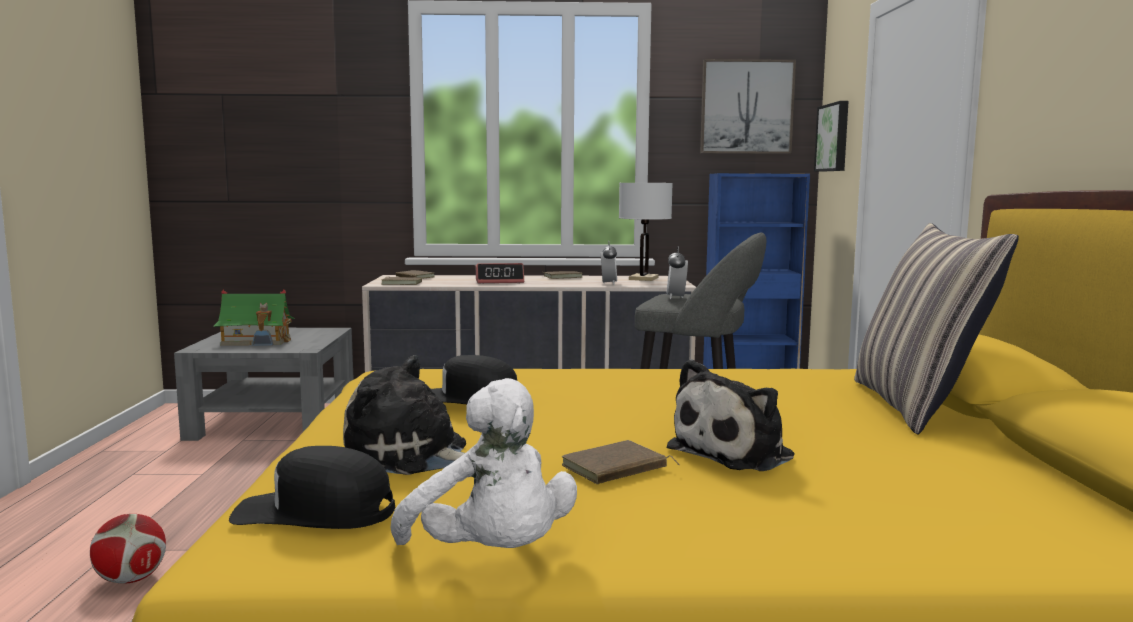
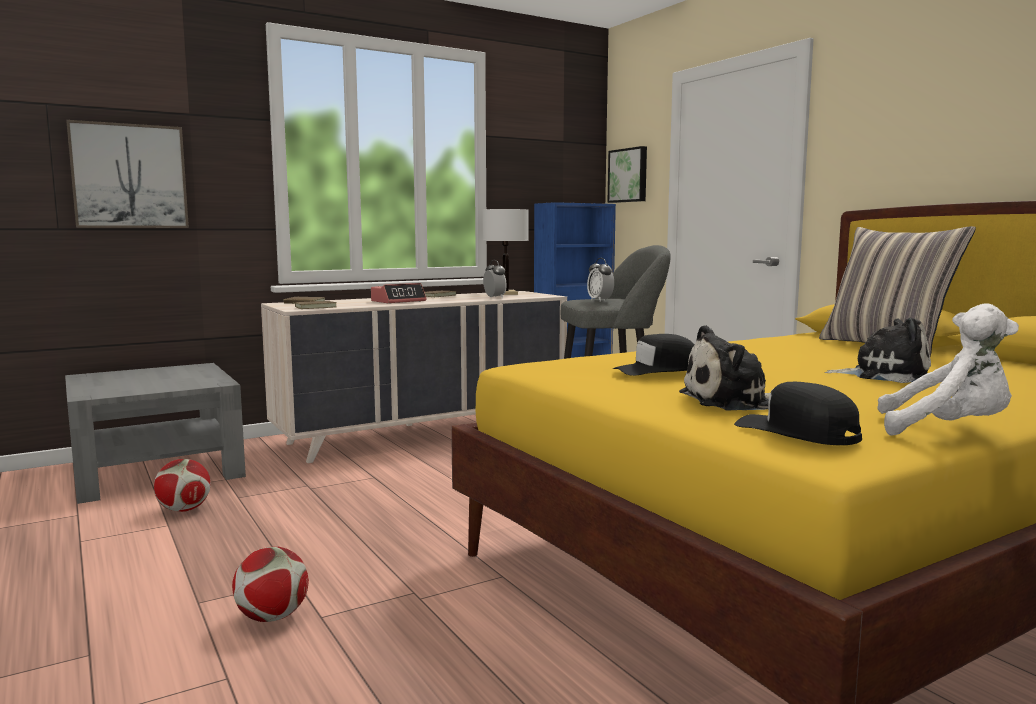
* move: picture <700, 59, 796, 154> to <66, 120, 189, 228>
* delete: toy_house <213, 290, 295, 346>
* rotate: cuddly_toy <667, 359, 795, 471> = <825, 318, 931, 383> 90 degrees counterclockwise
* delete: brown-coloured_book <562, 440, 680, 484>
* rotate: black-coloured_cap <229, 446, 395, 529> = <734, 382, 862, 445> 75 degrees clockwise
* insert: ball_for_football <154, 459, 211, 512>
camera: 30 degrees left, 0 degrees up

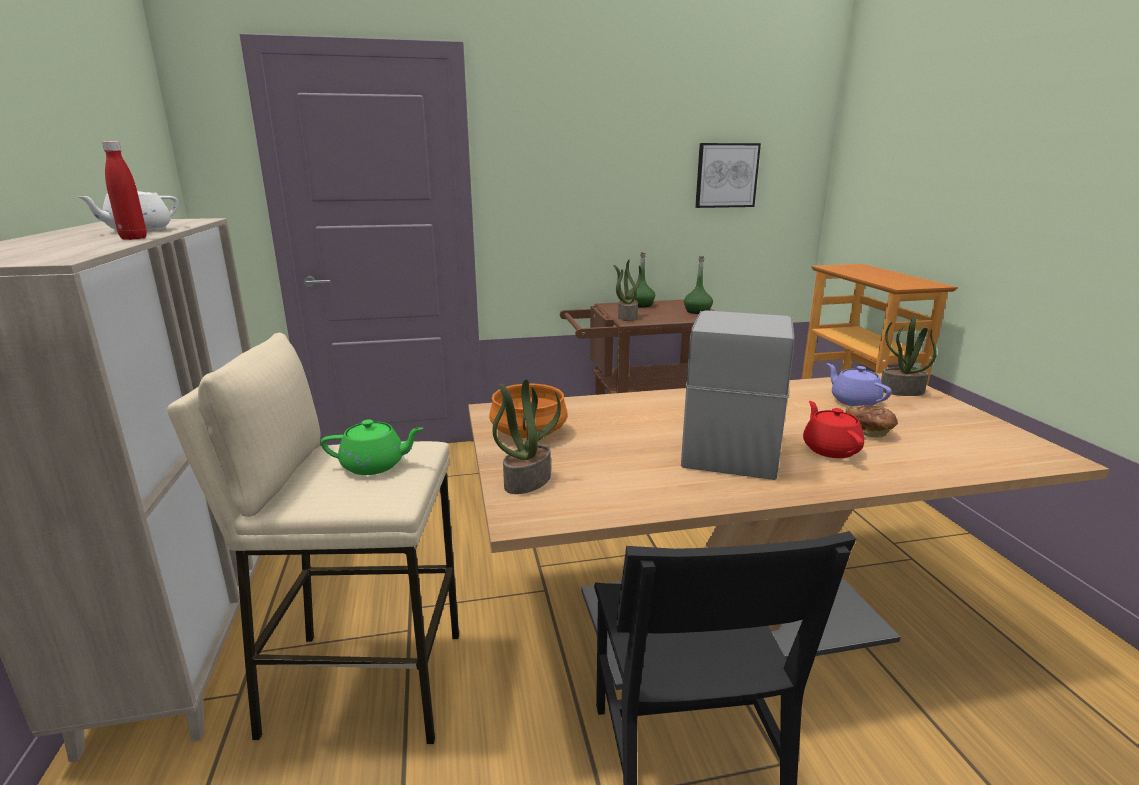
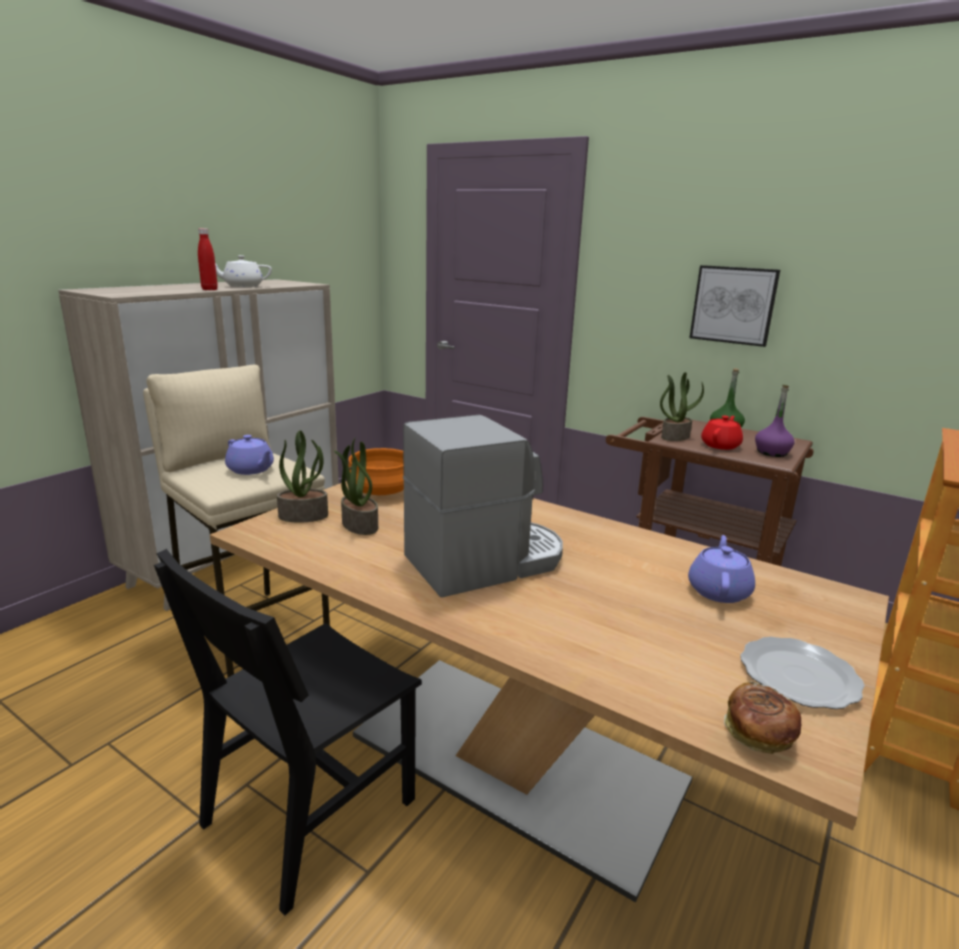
* move: picture <695, 143, 761, 208> to <690, 265, 780, 347>
* recolor: green-coloured_drink_bottle <684, 256, 713, 314> to purplish_drink_bottle <755, 385, 795, 457>
* move: houseplant <881, 316, 937, 396> to <334, 438, 378, 535>
* move: red-coloured_tea_pot <803, 401, 864, 458> to <701, 416, 743, 450>
* move: baked_bread <845, 405, 898, 438> to <724, 681, 801, 754>
* recolor: green-coloured_tea_pot <321, 420, 423, 475> to purplish_tea_pot <225, 435, 274, 475>
* insert: flat_dish <740, 637, 865, 709>
camera: 45 degrees right, 0 degrees up

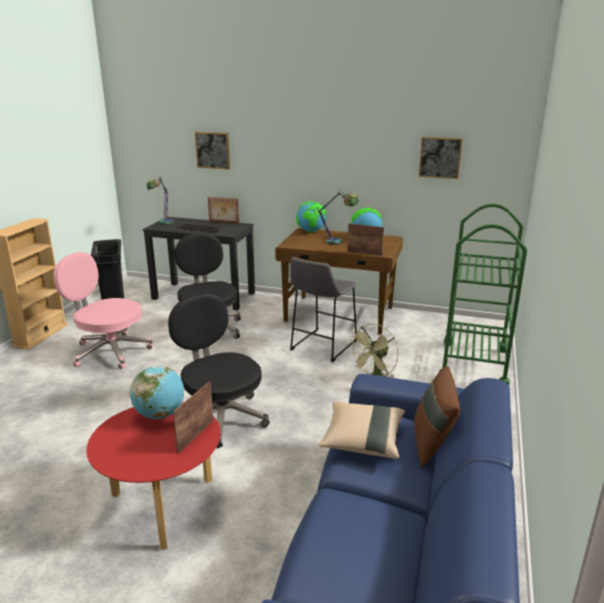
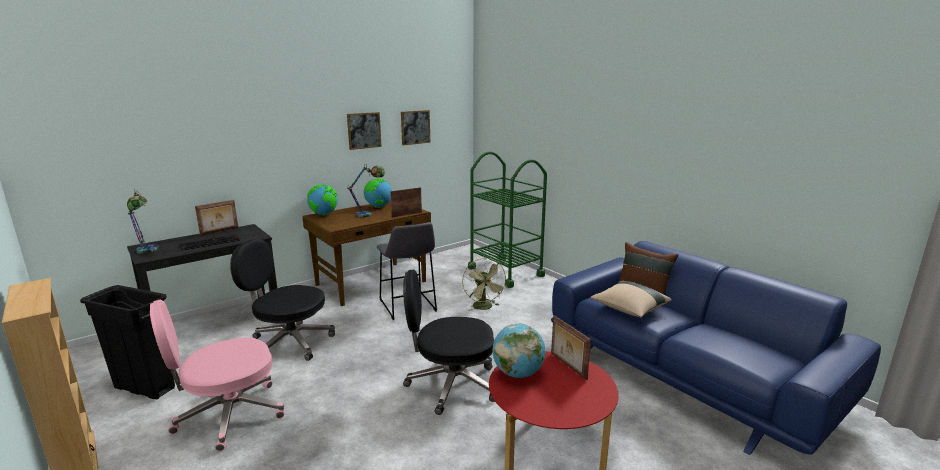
* move: picture <195, 132, 230, 169> to <347, 112, 382, 150>
camera: 55 degrees left, 5 degrees down

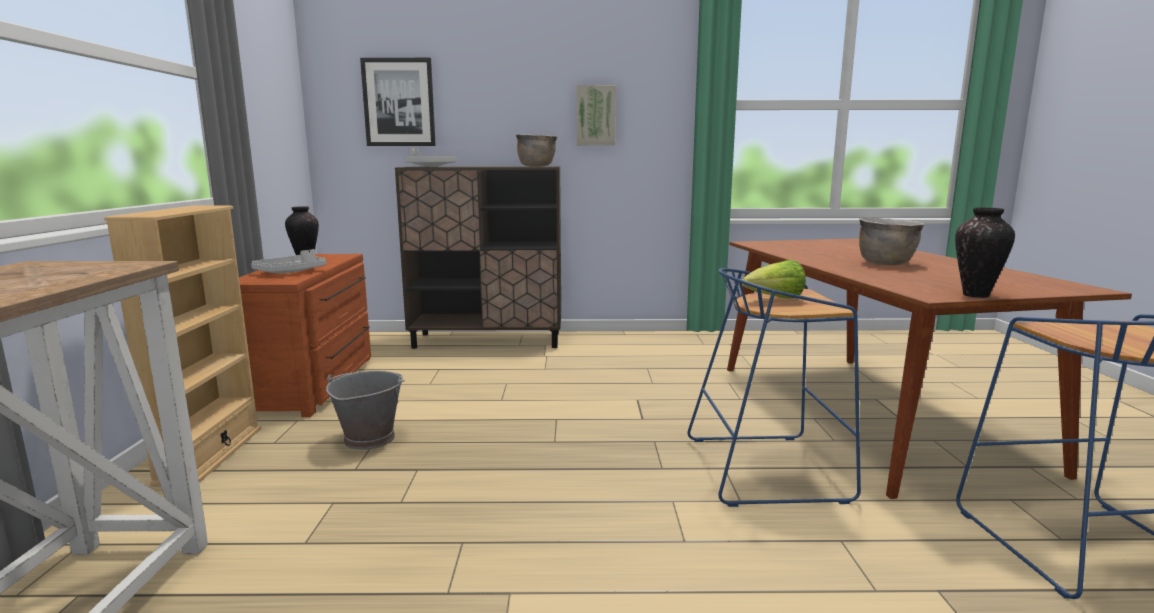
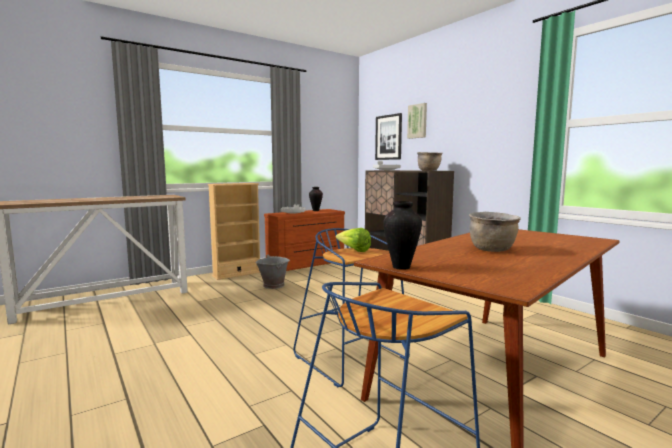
* move: picture <577, 85, 616, 145> to <407, 103, 427, 139>
camera: 55 degrees right, 5 degrees down

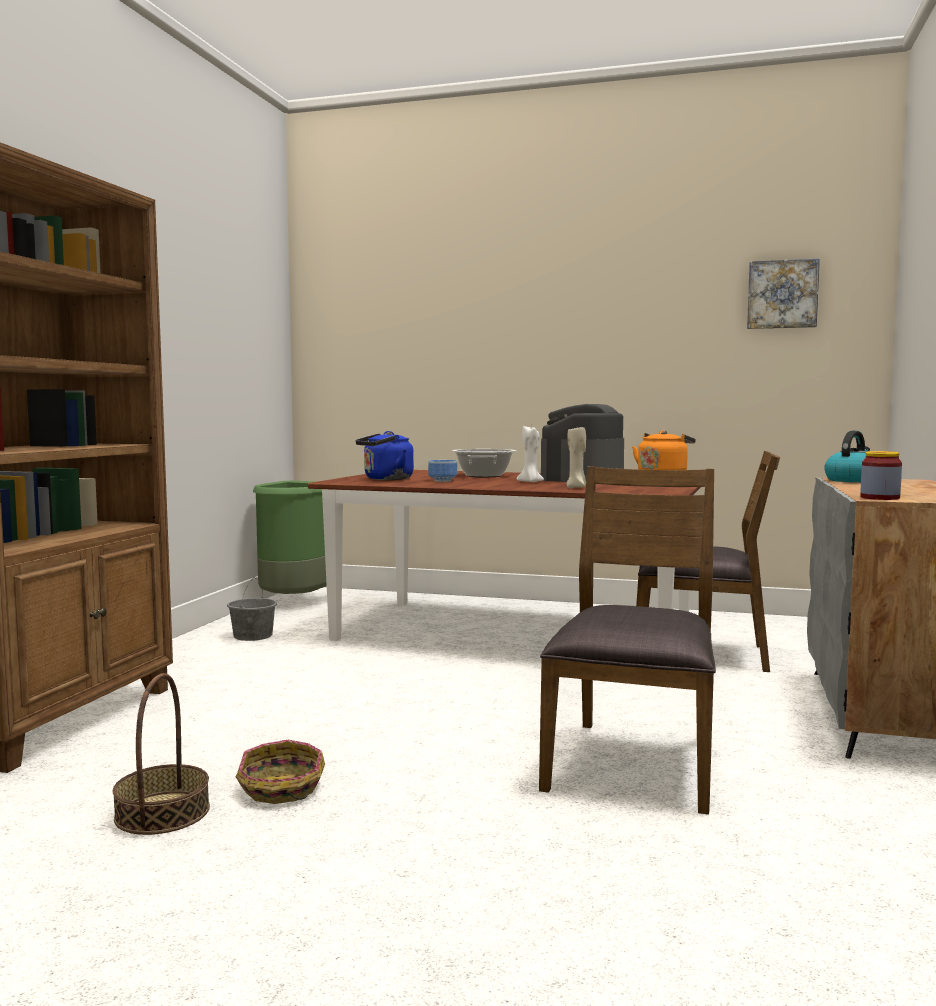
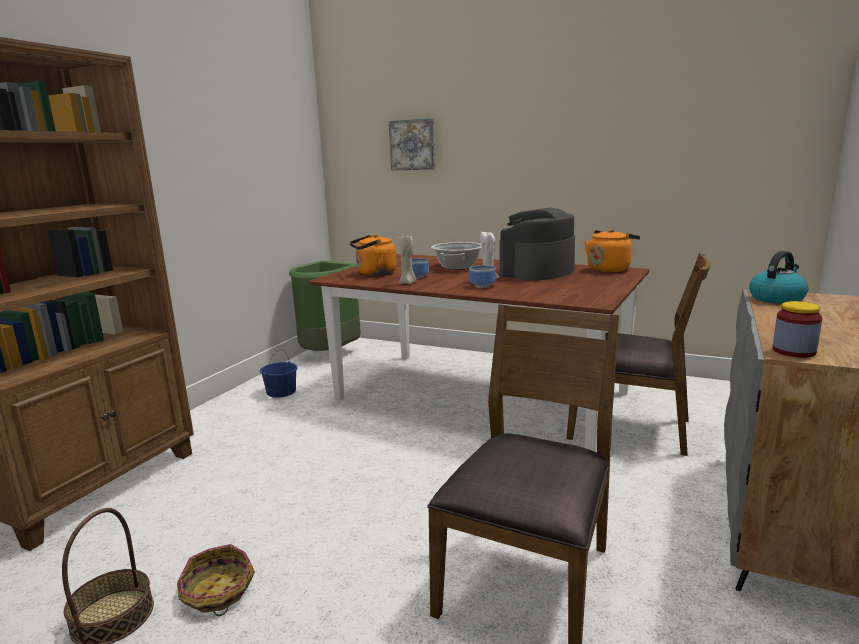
* move: picture <747, 258, 820, 329> to <389, 118, 436, 171>
* move: beige-coloured_candle <566, 427, 586, 488> to <398, 236, 416, 284>
* recolor: blue_kettle <355, 431, 414, 480> to orangey_kettle <349, 234, 397, 276>
* recolor: grey_water_bucket <227, 578, 277, 641> to blue_water_bucket <260, 350, 297, 398>
* insert: serving_bowl <469, 265, 496, 288>
camera: 10 degrees right, 10 degrees up

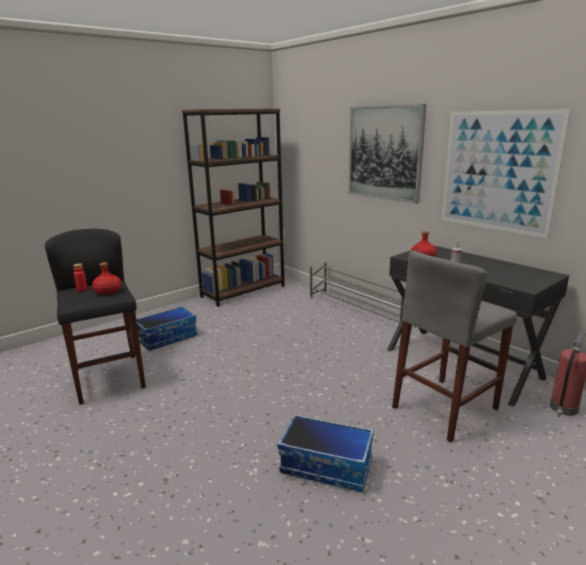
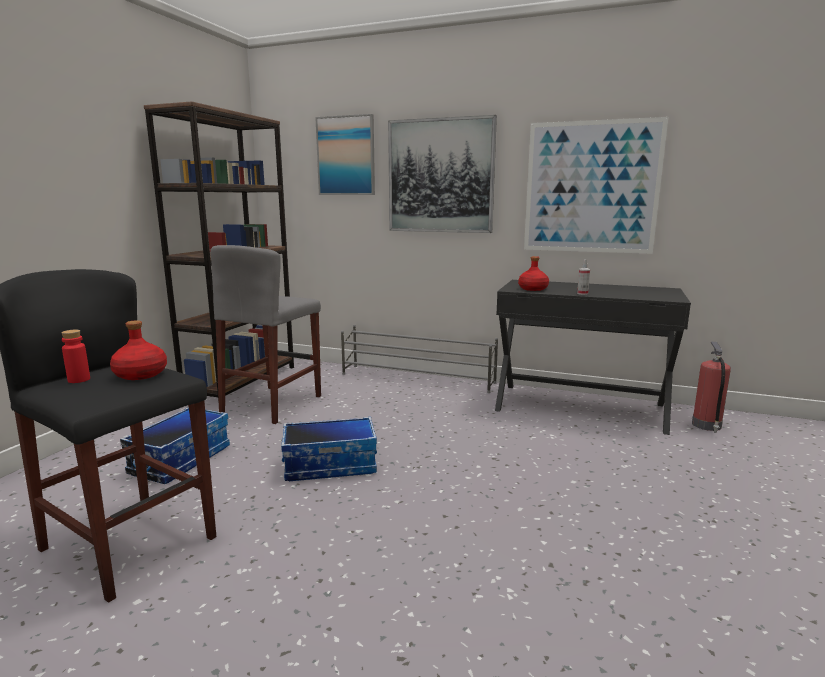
* move: grey_stool <392, 250, 517, 443> to <210, 245, 321, 424>
* move: storage_box <278, 414, 374, 492> to <281, 417, 377, 481>
* insert: picture <315, 114, 375, 195>
camera: 30 degrees left, 5 degrees down

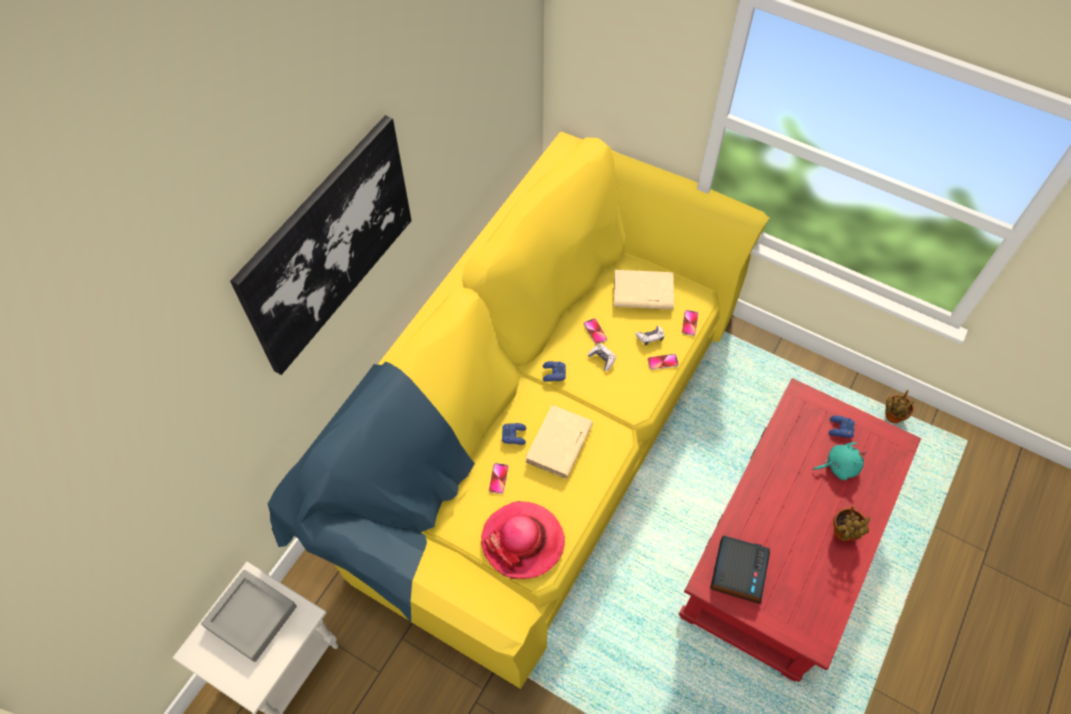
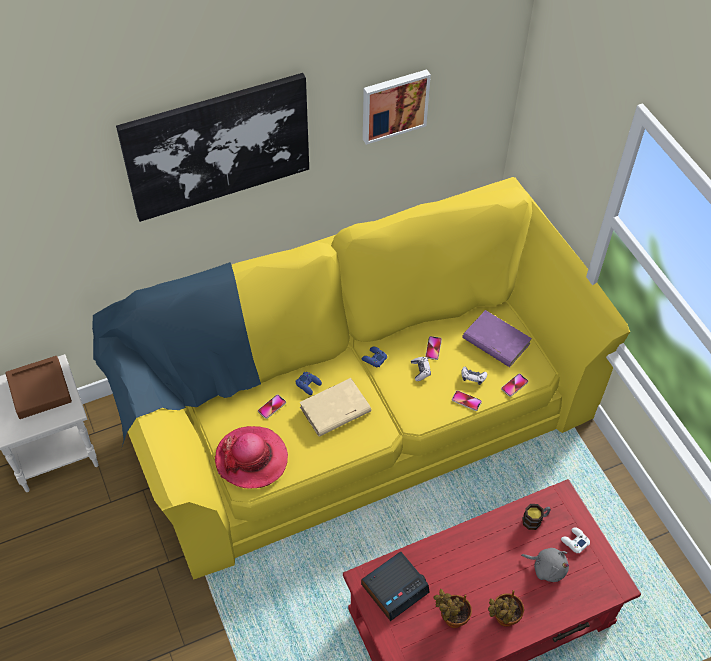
* recolor: beige-coloured_book <614, 270, 674, 310> to purplish_book <462, 310, 532, 367>
* move: houseplant <885, 390, 914, 423> to <433, 589, 472, 628>
* recolor: blue_gamepad <829, 415, 855, 438> to whitish_gamepad <561, 527, 590, 553>
* recolor: turquoise_cuddly_toy <813, 442, 866, 480> to grey_cuddly_toy <521, 548, 569, 582>
* recolor: grey_tray <201, 570, 297, 662> to brown-coloured_tray <5, 356, 72, 419>
* insert: picture <363, 69, 431, 145>
* insert: mug <522, 504, 551, 530>
camera: 35 degrees right, 5 degrees down

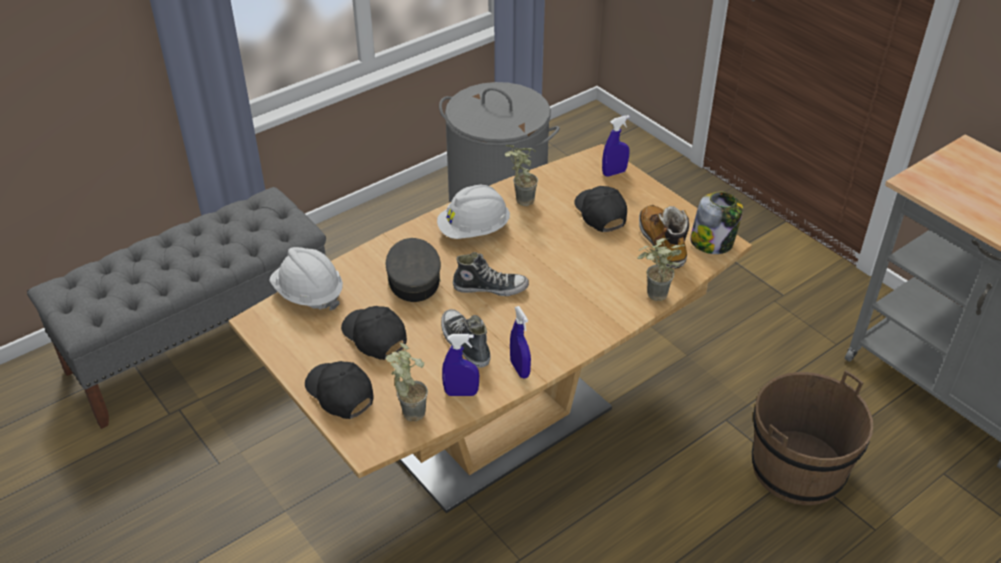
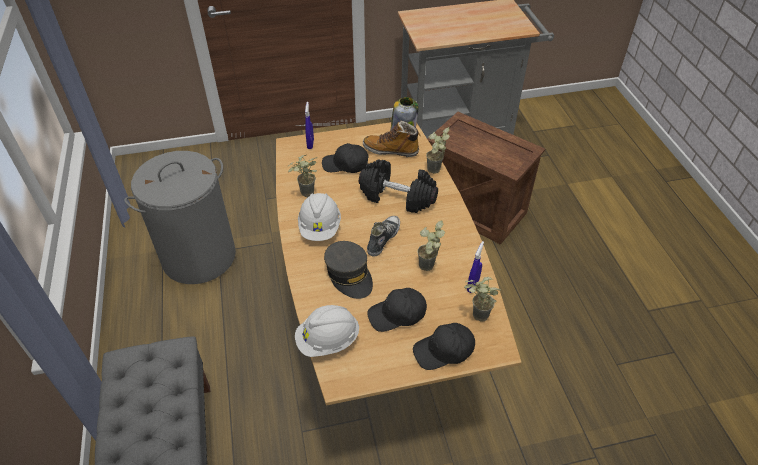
* rotate: grey_cap <386, 238, 441, 302> = <324, 241, 373, 299> 135 degrees counterclockwise
* delete: blue_sprayer <510, 306, 531, 378>
* replace: shoe <441, 309, 491, 368> to houseplant <417, 220, 445, 271>
* replace: brown-coloured_water_bucket <752, 370, 873, 505> to packing_crate <428, 112, 545, 245>
* insert: black-coloured_dumbbell <359, 160, 438, 213>
camera: 65 degrees left, 5 degrees up

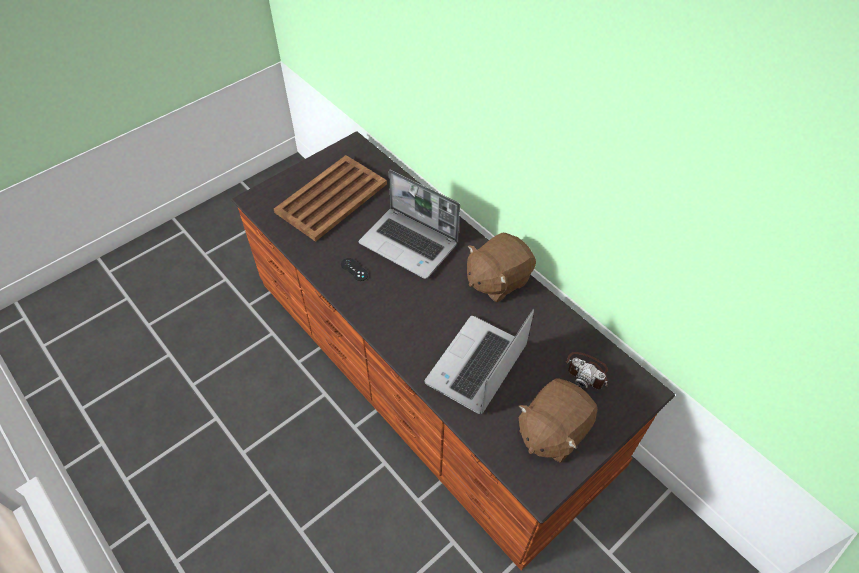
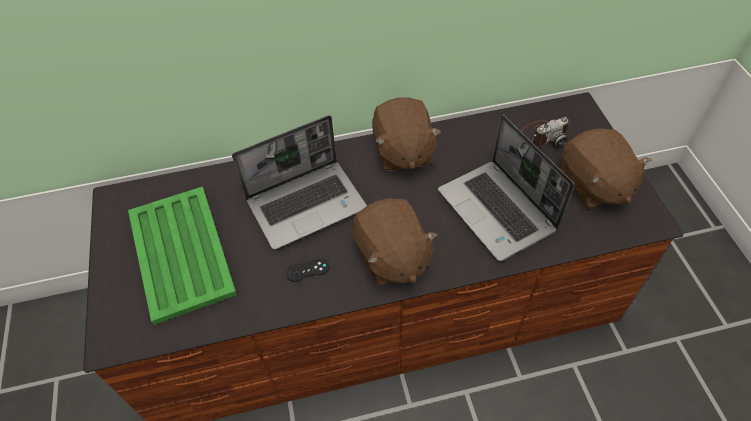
* recolor: brown-coloured_tray <274, 155, 387, 242> to green-coloured_tray <128, 186, 237, 325>
* insert: brown-coloured_cuddly_toy <353, 198, 438, 286>
camera: 60 degrees left, 0 degrees up

